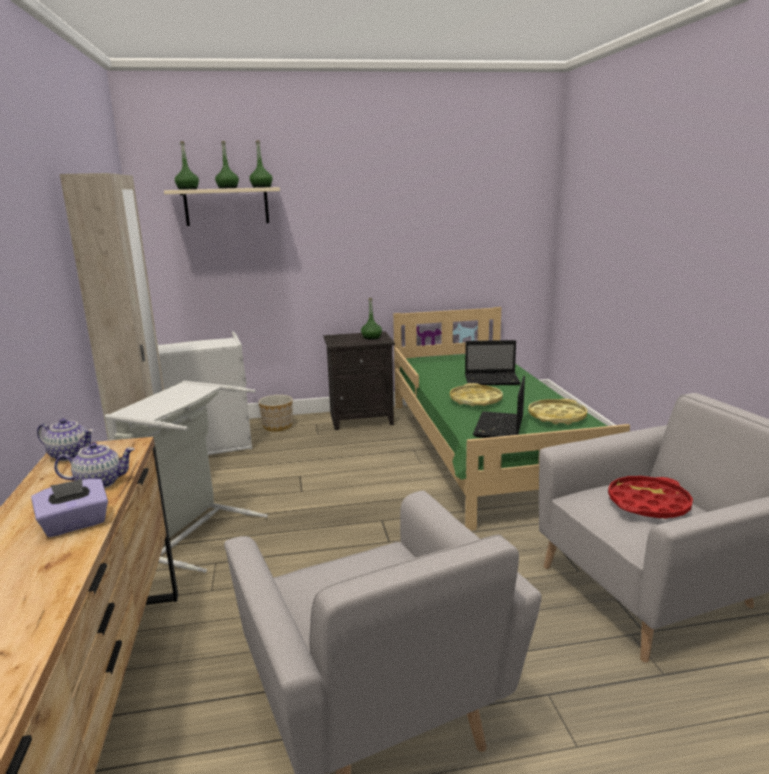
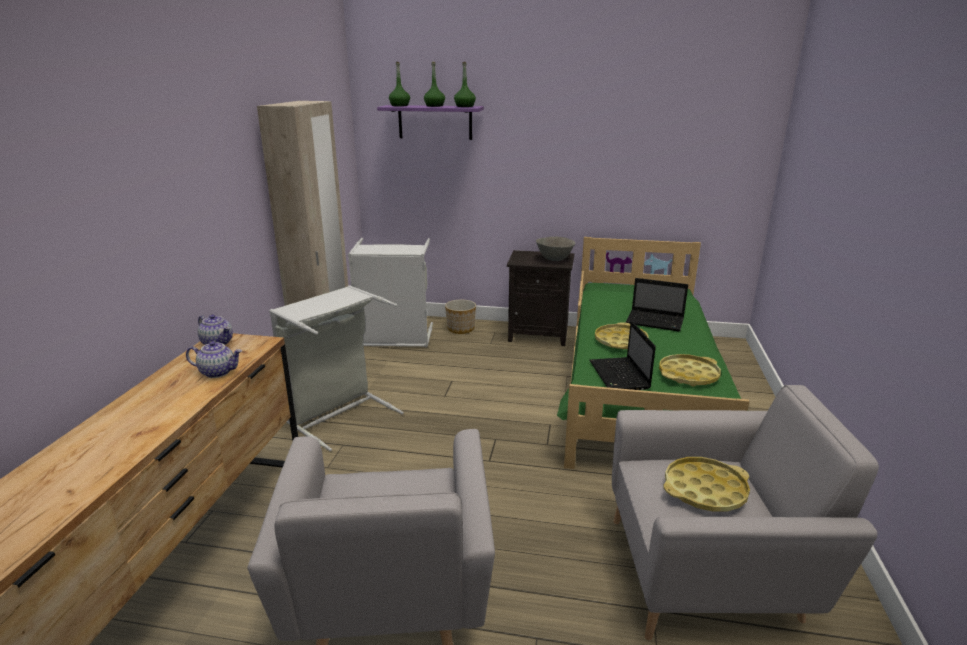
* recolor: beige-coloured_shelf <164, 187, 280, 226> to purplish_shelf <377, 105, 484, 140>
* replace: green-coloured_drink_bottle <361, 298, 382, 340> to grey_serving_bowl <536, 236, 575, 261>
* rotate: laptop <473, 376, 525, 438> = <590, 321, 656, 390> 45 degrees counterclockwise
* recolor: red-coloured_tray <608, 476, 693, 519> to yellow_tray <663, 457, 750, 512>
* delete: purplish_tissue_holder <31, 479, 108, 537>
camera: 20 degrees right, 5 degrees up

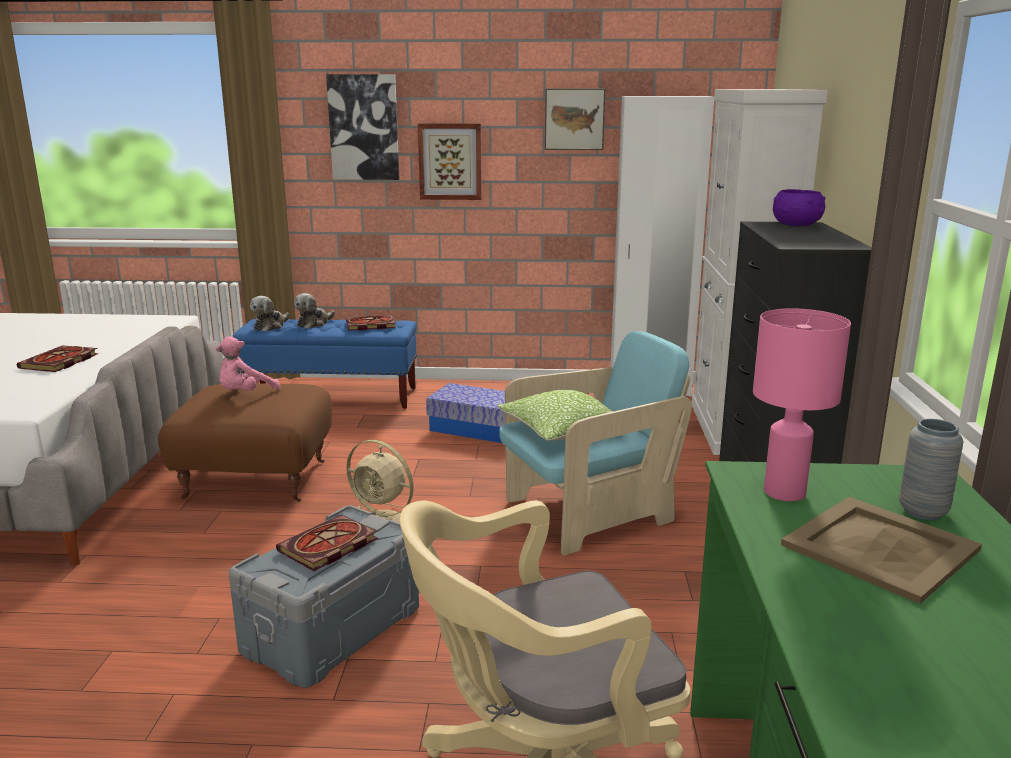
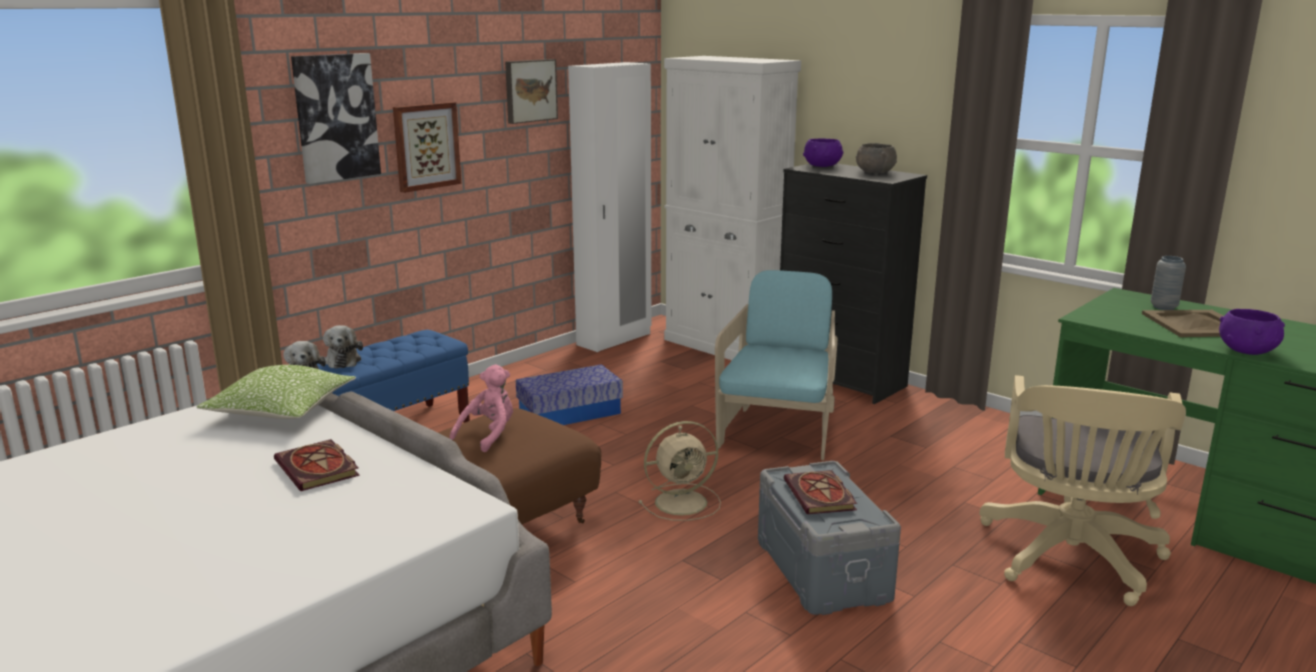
* delete: pinkish_lamp_for_a_table <753, 308, 851, 501>
* delete: book <346, 315, 396, 331>
* rotate: pinkish_cuddly_toy <216, 336, 281, 391> = <450, 365, 513, 452> 135 degrees counterclockwise
* move: cushion <497, 389, 614, 440> to <197, 365, 356, 419>
* insert: grey_serving_bowl <856, 143, 897, 173>
* insert: purplish_serving_bowl <1219, 309, 1285, 355>
camera: 50 degrees left, 0 degrees up

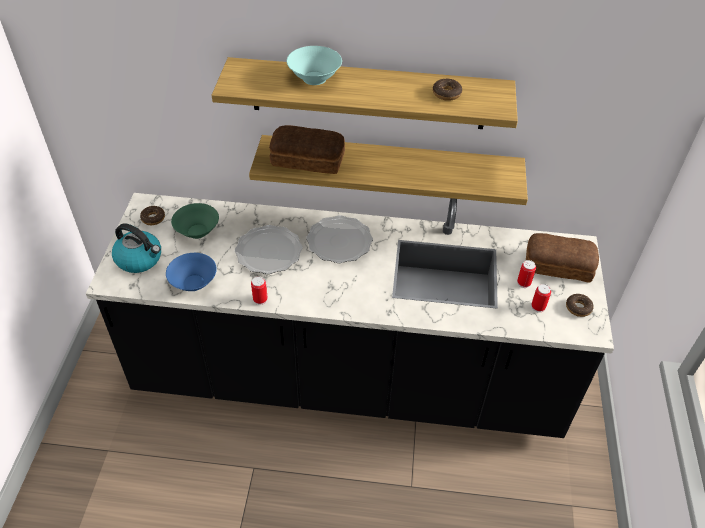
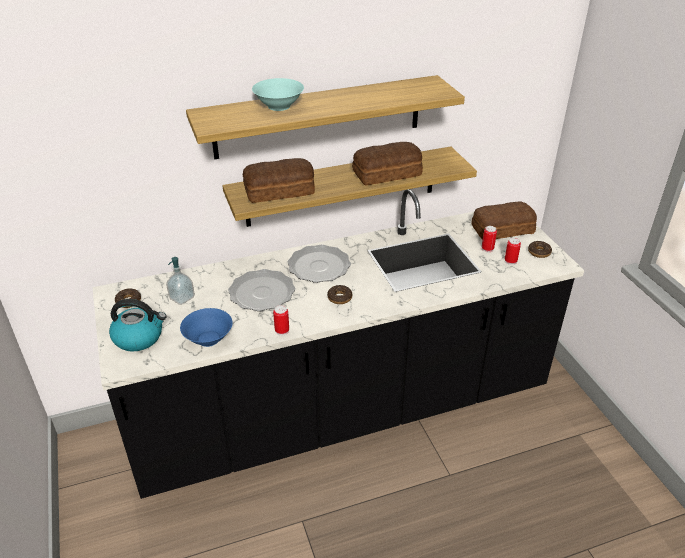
* move: donut <433, 79, 462, 101> to <327, 285, 352, 304>
* replace: green-coloured_serving_bowl <171, 203, 219, 239> to liquid_soap_bottle <166, 257, 195, 305>
* insert: baked_bread <352, 142, 423, 185>
camera: 25 degrees left, 10 degrees down

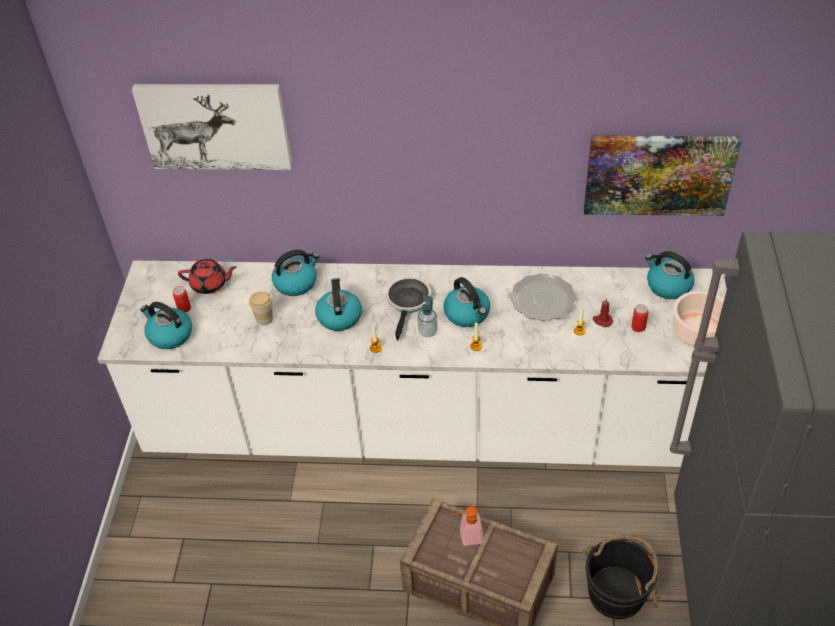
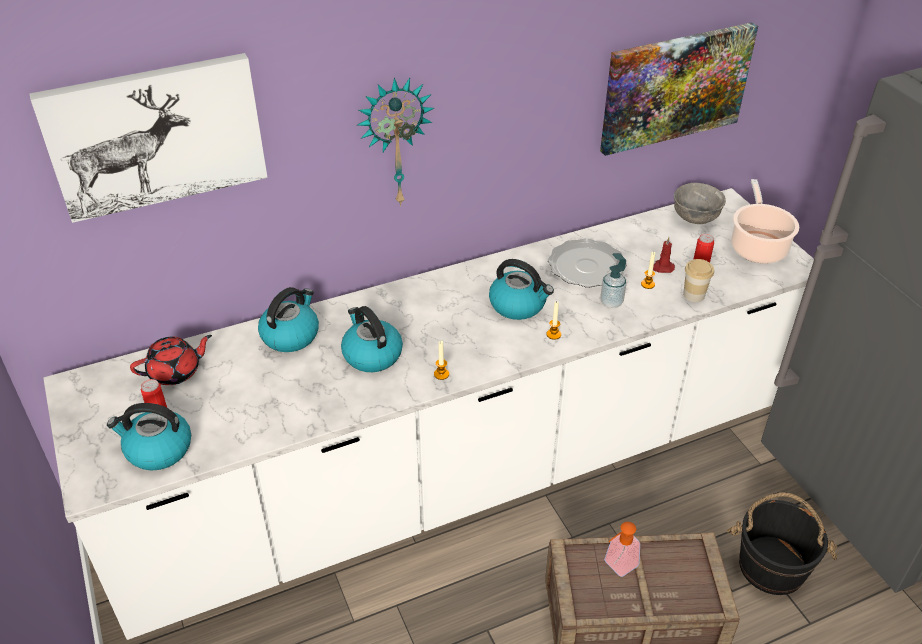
* replace: kettle <645, 251, 695, 299> to grey_serving_bowl <674, 183, 726, 224>
* delete: frying_pan <386, 277, 431, 341>
* move: small_cup <249, 291, 273, 326> to <683, 259, 714, 302>
* move: liquid_soap_bottle <417, 295, 438, 337> to <600, 253, 626, 308>
* insert: wall_clock <357, 78, 434, 207>
camera: 30 degrees left, 5 degrees down

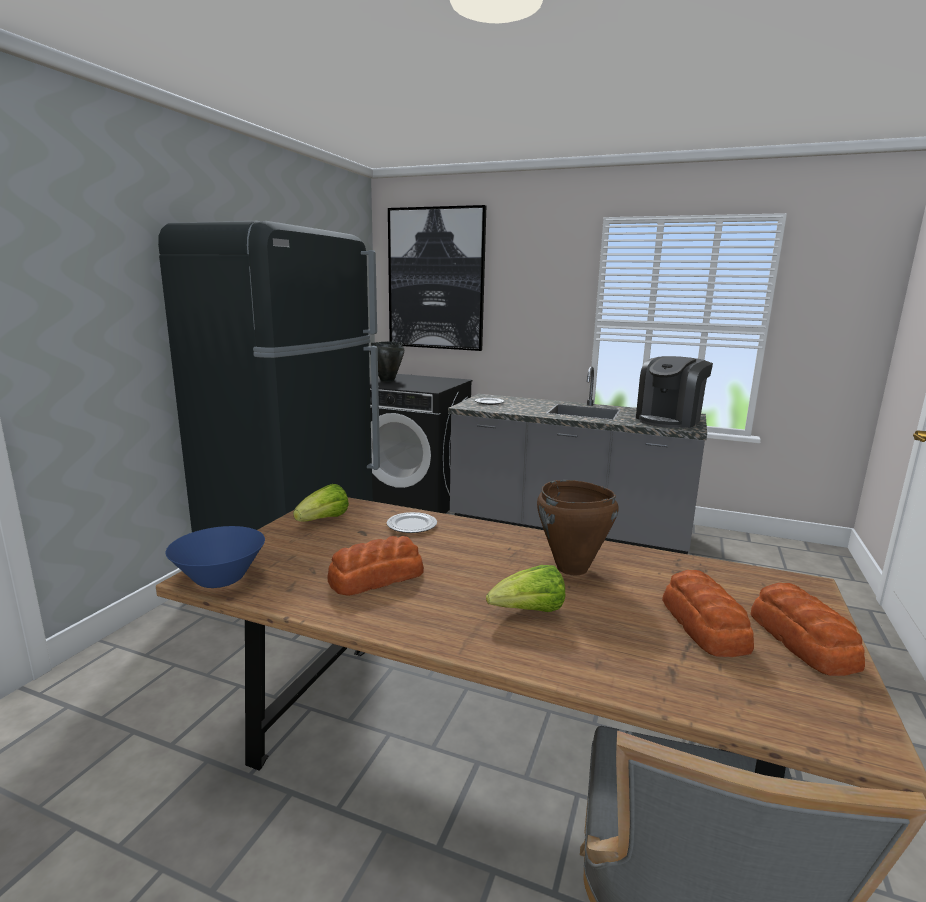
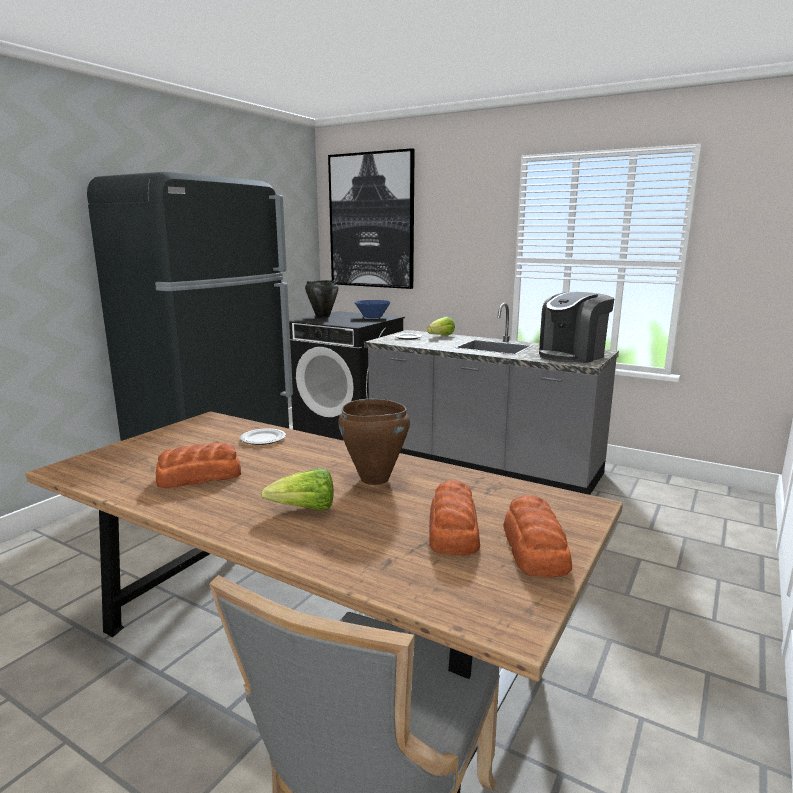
* move: lettuce_head <293, 484, 349, 522> to <427, 316, 455, 335>
* move: blue_serving_bowl <165, 526, 265, 588> to <354, 300, 391, 318>
camera: 10 degrees right, 0 degrees up

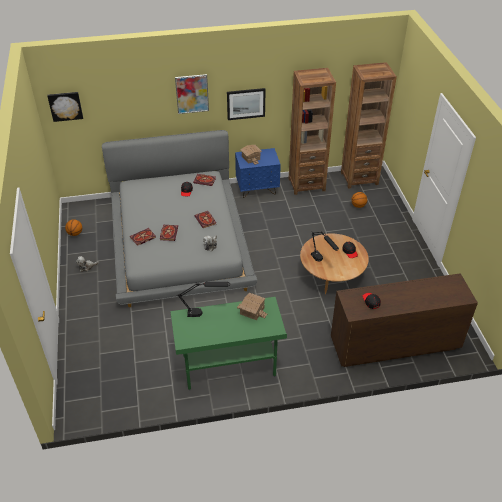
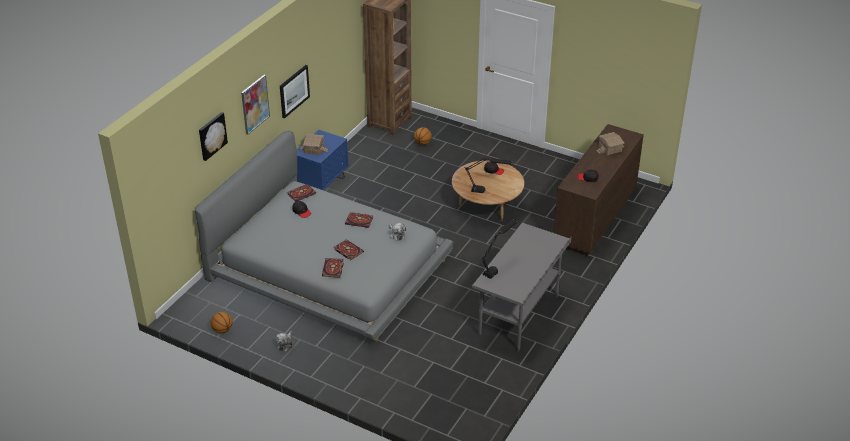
* delete: brown-coloured_bookcase <289, 68, 336, 195>
* move: picture <47, 92, 83, 122> to <199, 112, 228, 161>
* move: toy_house <237, 293, 267, 320> to <596, 132, 624, 155>
* recolor: green-coloured_desk_unit <170, 297, 287, 390> to grey_desk_unit <472, 223, 572, 352>
camera: 50 degrees left, 5 degrees down

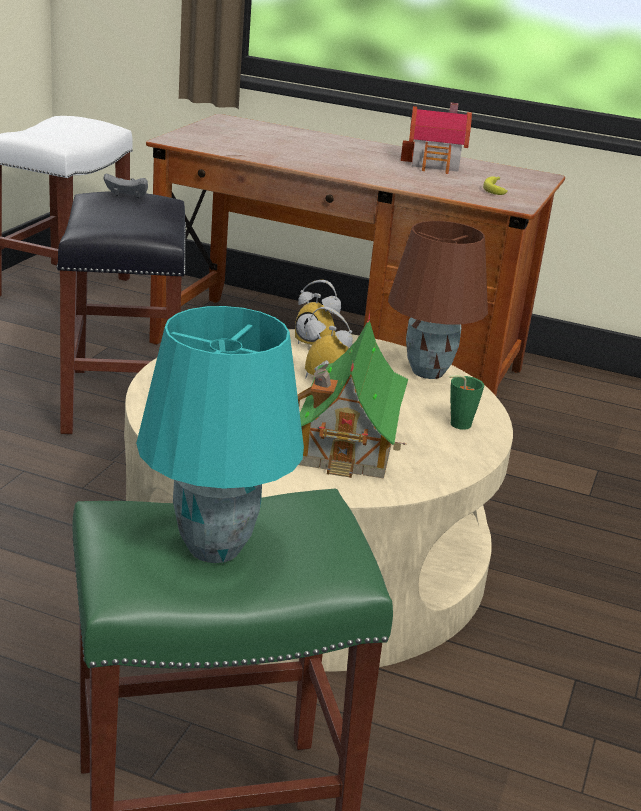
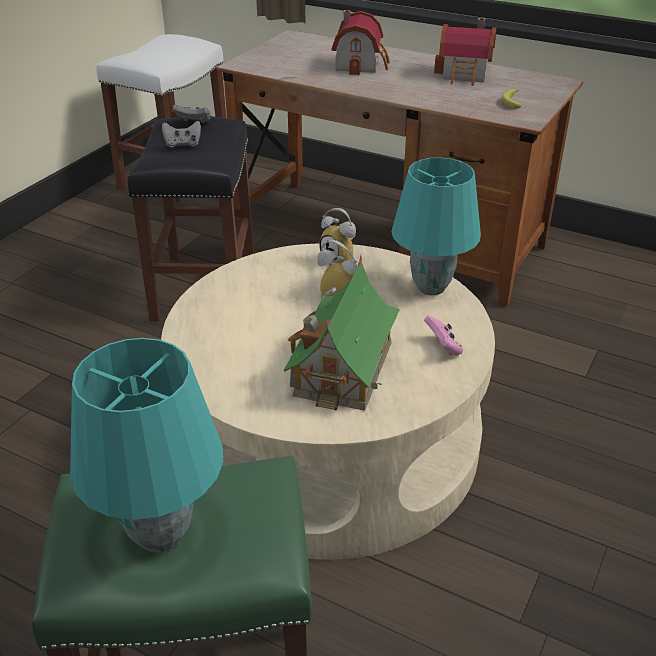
* recolor: brown-coloured_lamp_for_a_table <388, 221, 488, 379> to turquoise_lamp_for_a_table <391, 157, 481, 295>
* replace: green-coloured_small_cup <448, 375, 484, 430> to pinkish_gamepad <424, 316, 463, 356>
* insert: toy_house <332, 10, 390, 75>
* insert: grey_gamepad <162, 121, 201, 148>
camera: 10 degrees right, 10 degrees up

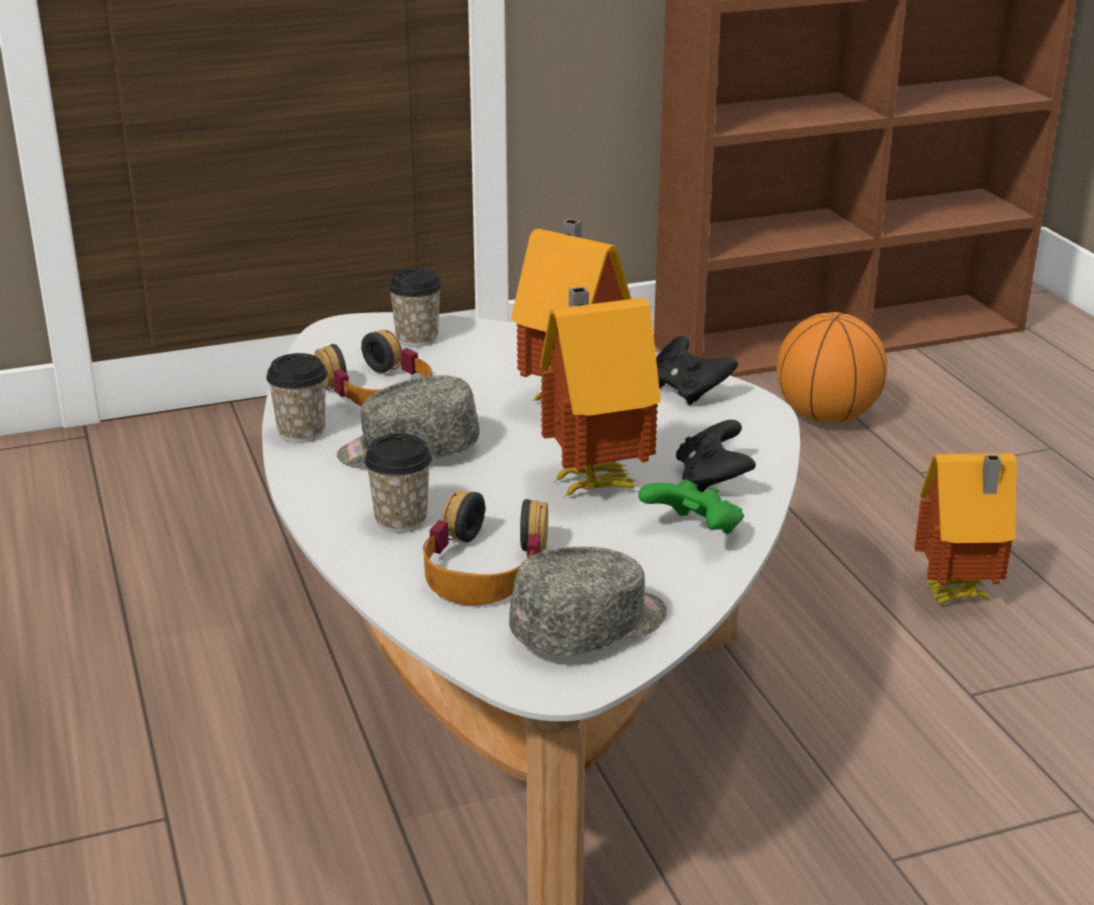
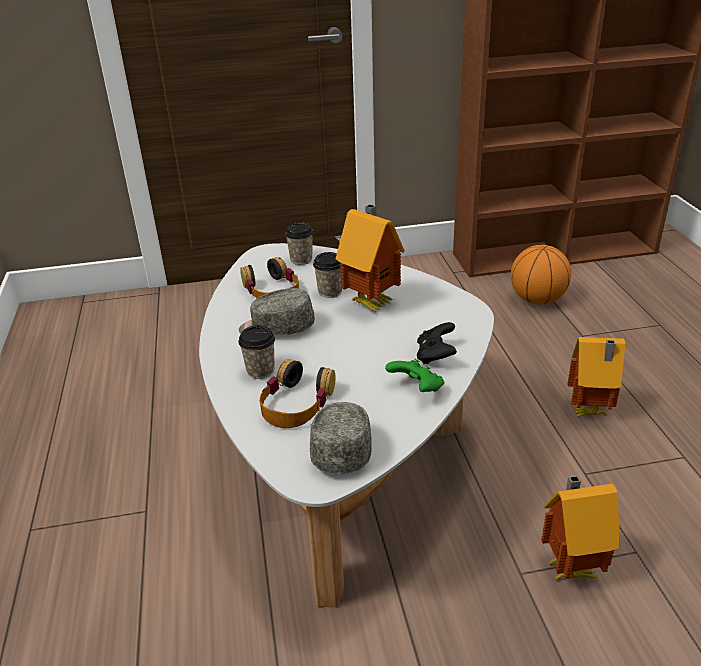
* move: toy_house <540, 287, 661, 497> to <541, 476, 620, 581>
* delete: black-coloured_gamepad <656, 336, 738, 405>
* move: small_cup <266, 353, 328, 443> to <313, 252, 342, 298>
* rotate: grey_cap <509, 547, 667, 656> = <310, 402, 372, 474> 60 degrees counterclockwise
camera: 10 degrees right, 5 degrees up

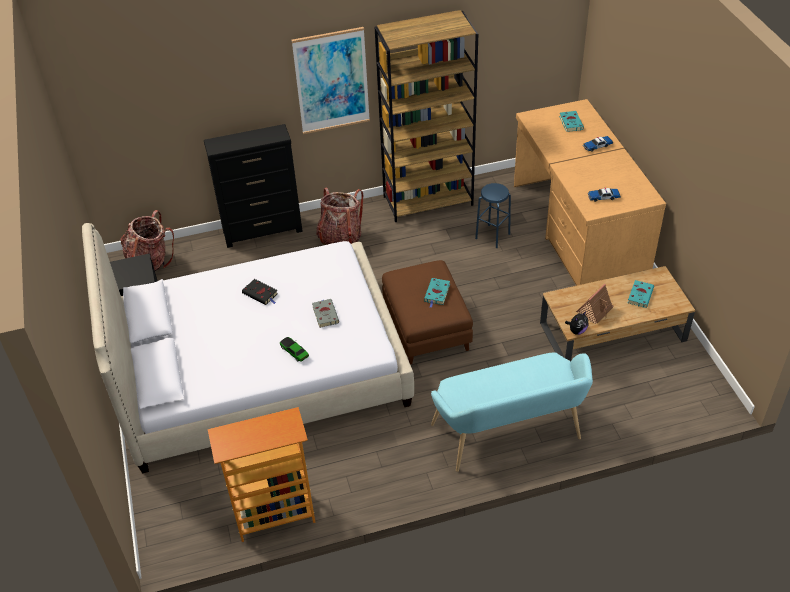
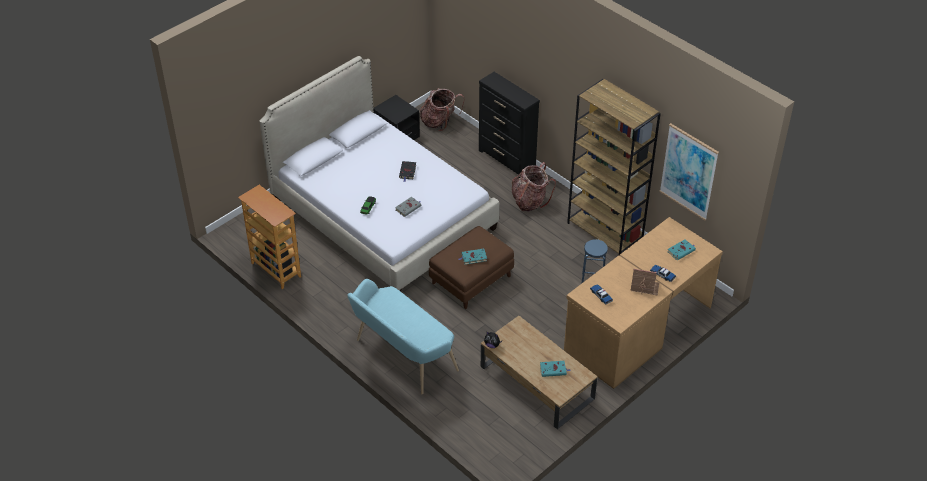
* move: picture <292, 27, 370, 134> to <659, 123, 719, 221>
* move: toy_house <576, 284, 613, 324> to <631, 269, 659, 295>
camera: 60 degrees right, 0 degrees up

